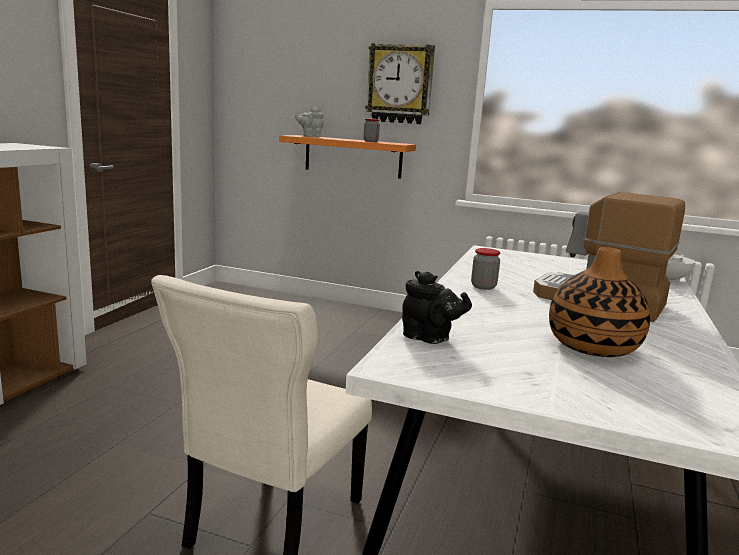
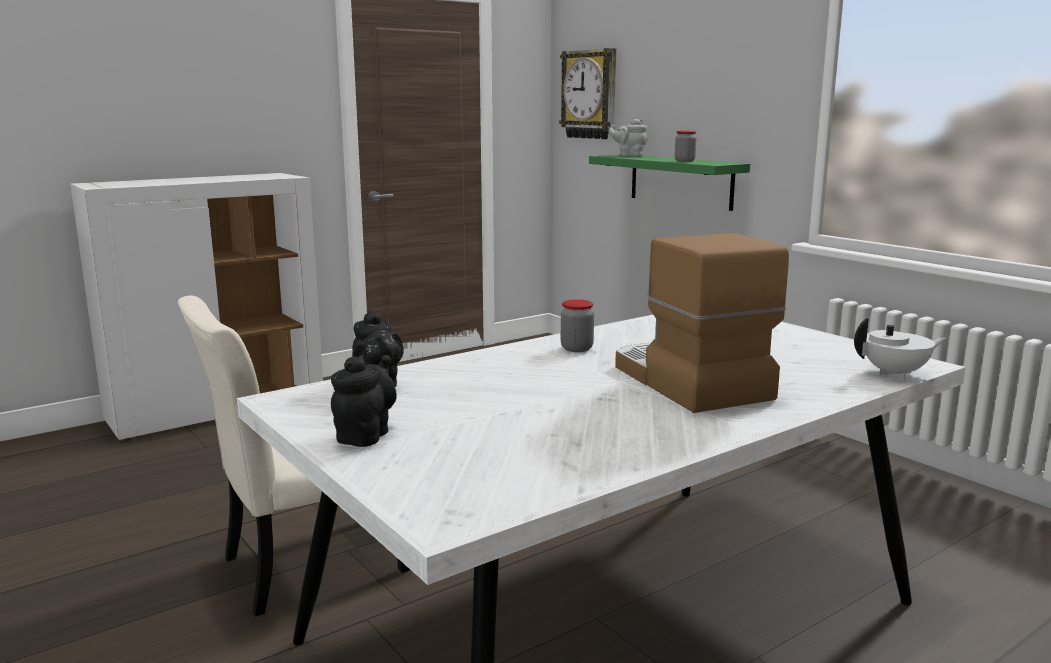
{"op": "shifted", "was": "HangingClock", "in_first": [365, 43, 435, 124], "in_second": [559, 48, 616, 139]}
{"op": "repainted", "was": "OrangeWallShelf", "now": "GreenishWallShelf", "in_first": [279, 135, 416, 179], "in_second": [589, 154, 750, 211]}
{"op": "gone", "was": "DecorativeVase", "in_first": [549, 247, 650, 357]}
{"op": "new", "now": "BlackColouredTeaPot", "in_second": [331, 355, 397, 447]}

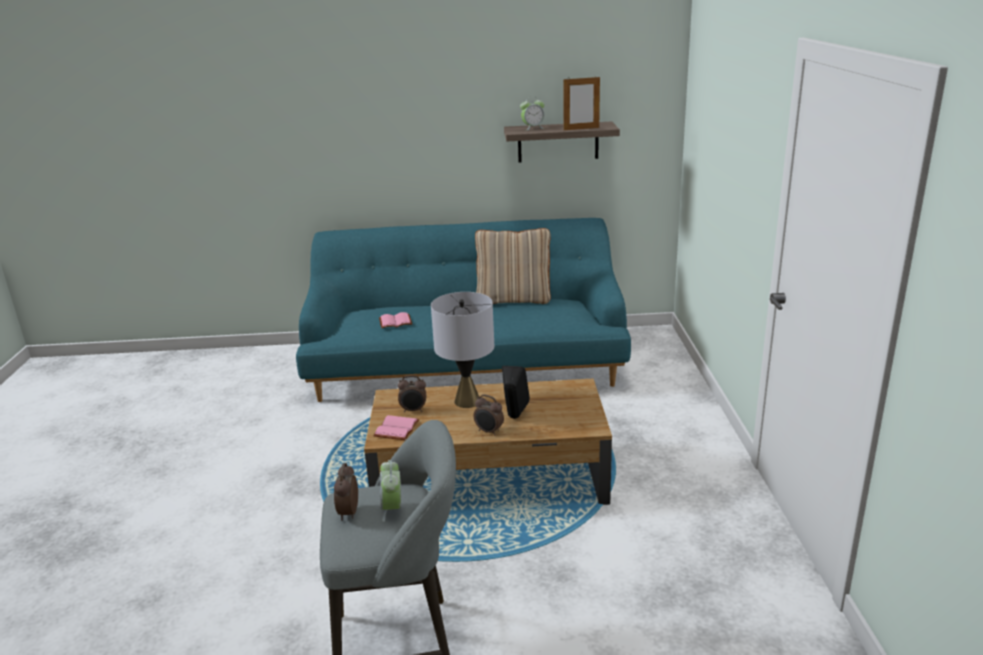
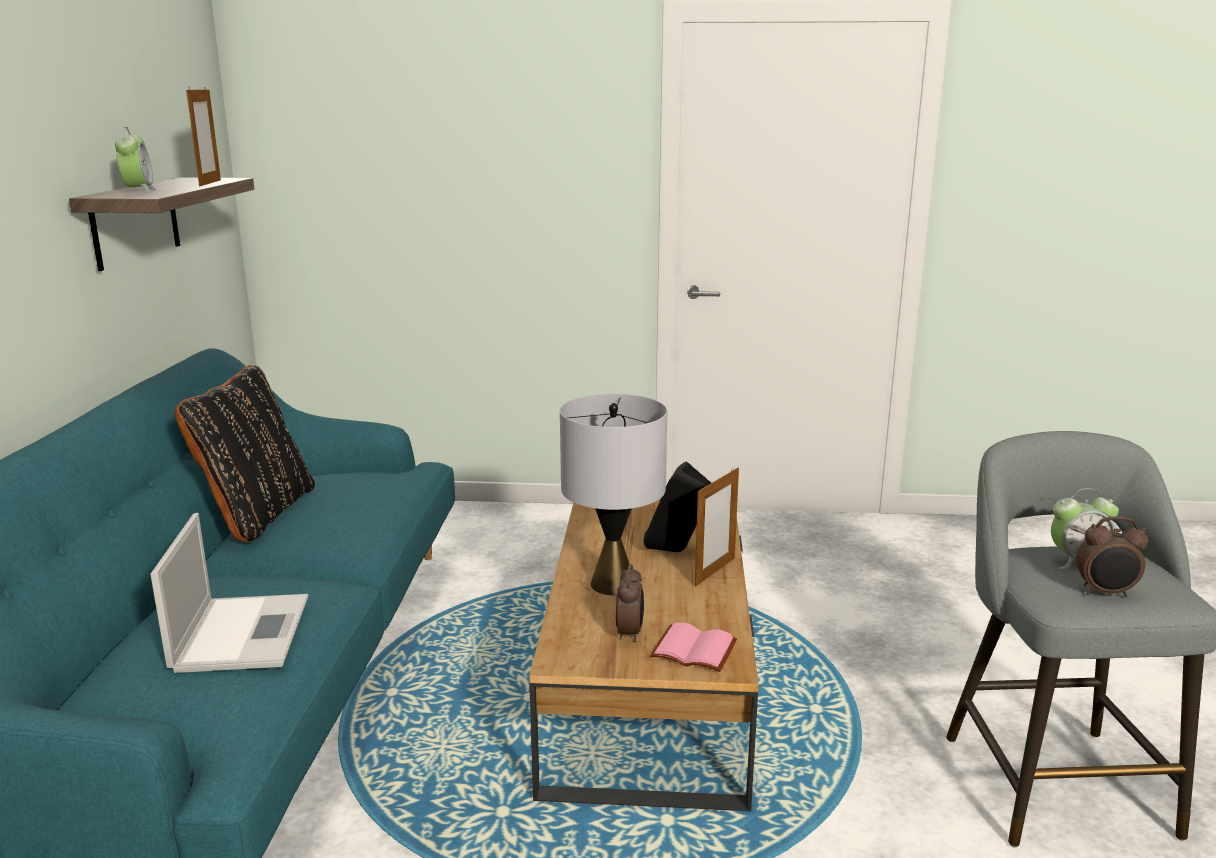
{"op": "repainted", "was": "BeigeCushion", "now": "BlackColouredCushion", "in_first": [475, 228, 551, 304], "in_second": [175, 365, 315, 543]}
{"op": "swapped", "was": "PinkColouredVolume", "now": "NotebookComputer", "in_first": [379, 312, 412, 328], "in_second": [150, 513, 308, 673]}
{"op": "swapped", "was": "BedsideClock", "now": "StandingFrame", "in_first": [474, 394, 504, 436], "in_second": [695, 467, 739, 586]}

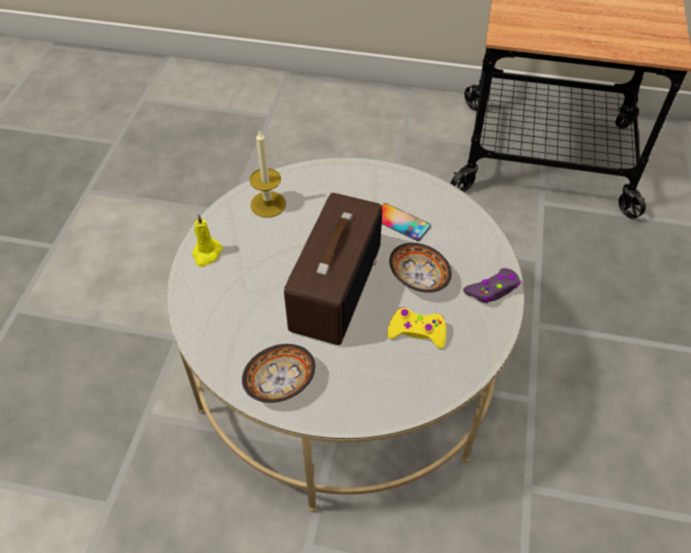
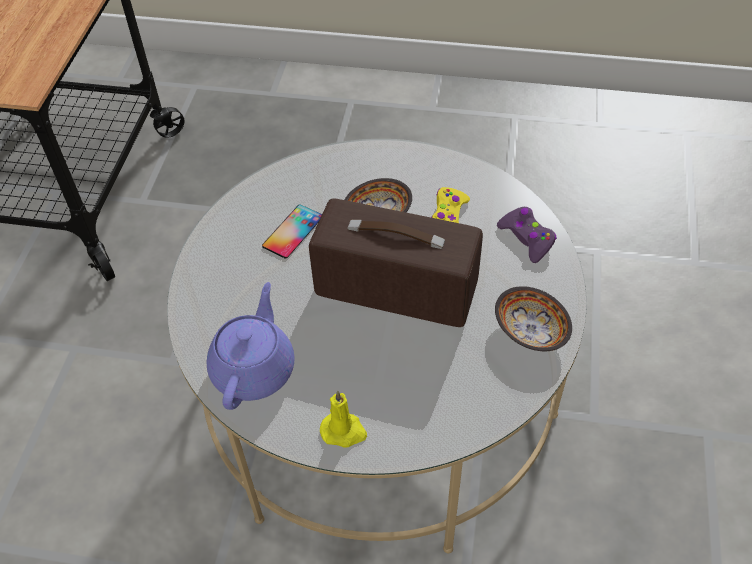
{"op": "swapped", "was": "WaxLight", "now": "PurpleColouredTeaPot", "in_first": [250, 129, 286, 218], "in_second": [207, 282, 294, 410]}
{"op": "shifted", "was": "PurpleColouredGameController", "in_first": [463, 268, 521, 303], "in_second": [497, 207, 557, 263]}

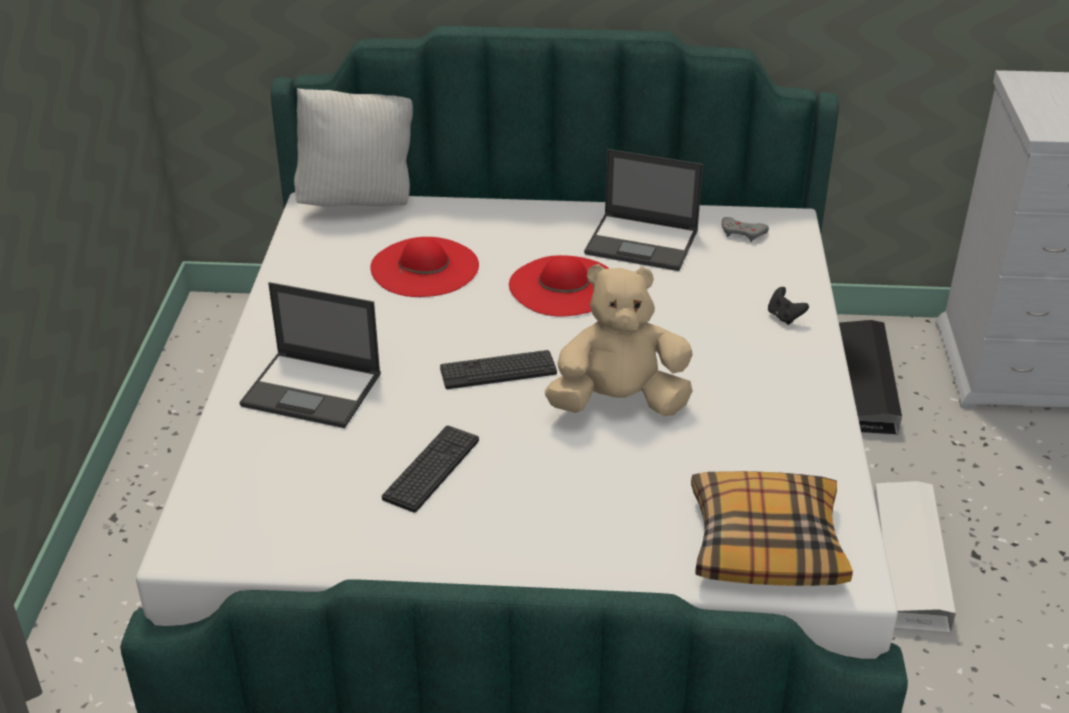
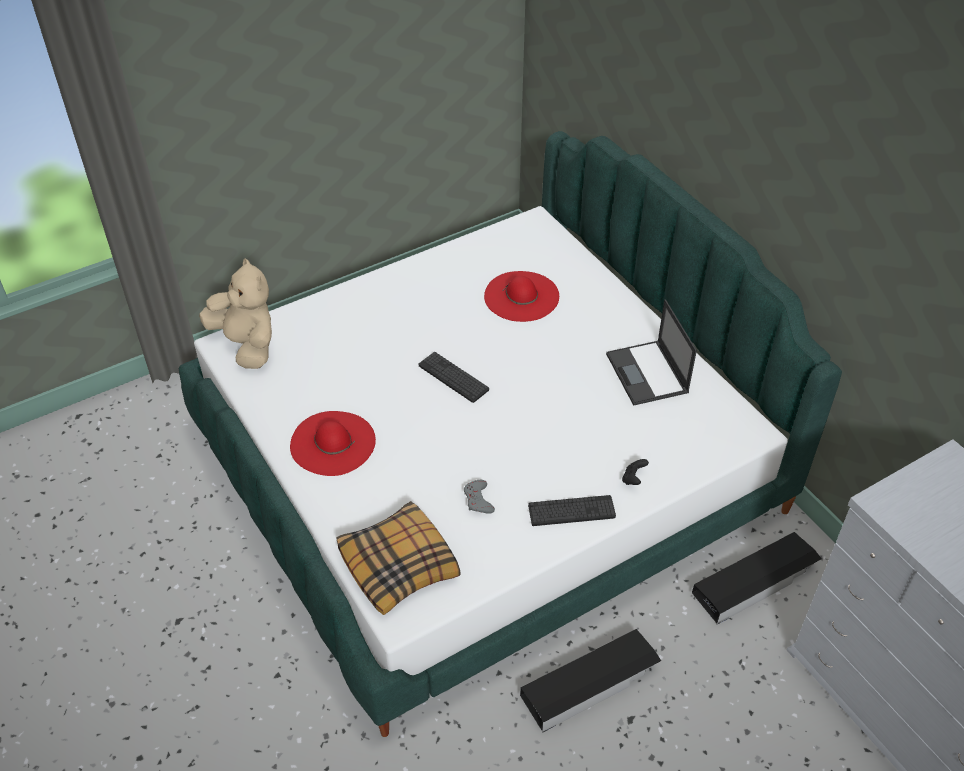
{"op": "gone", "was": "WhitishCushion", "in_first": [294, 88, 413, 207]}
{"op": "shifted", "was": "GreyGameController", "in_first": [721, 217, 769, 242], "in_second": [464, 480, 495, 514]}
{"op": "shifted", "was": "ReddishClothingHat", "in_first": [509, 255, 610, 316], "in_second": [290, 411, 376, 476]}
{"op": "shifted", "was": "BeigeSoftToy", "in_first": [545, 264, 693, 416], "in_second": [199, 258, 272, 369]}
{"op": "gone", "was": "NotebookComputer", "in_first": [239, 282, 381, 428]}
{"op": "shifted", "was": "PcKeyboard", "in_first": [382, 426, 479, 513], "in_second": [528, 495, 616, 526]}
{"op": "repainted", "was": "WhitishStorageContainer", "now": "BlackColouredStorageContainer", "in_first": [874, 481, 956, 633], "in_second": [520, 629, 661, 732]}

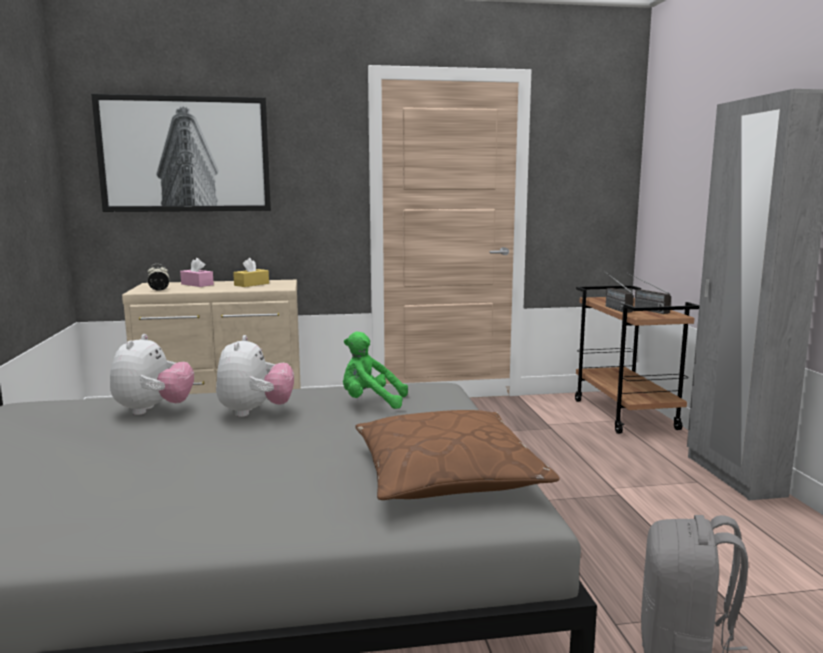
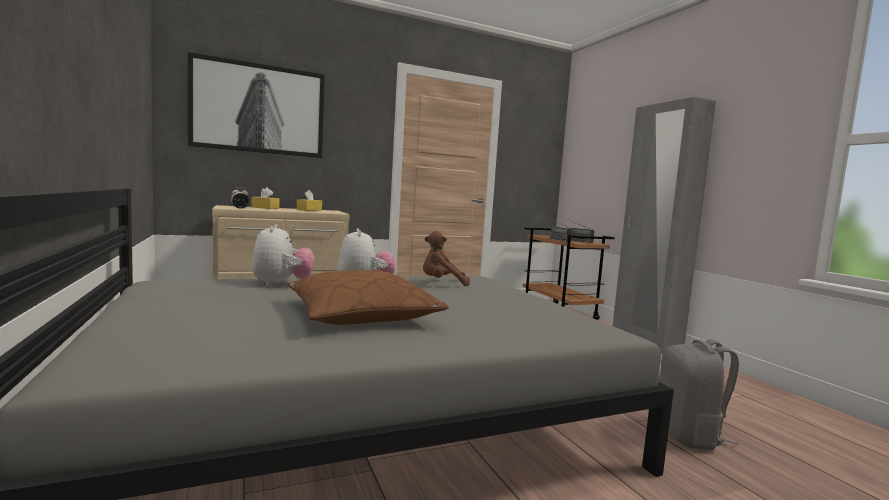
{"op": "repainted", "was": "PinkColouredTissueBox", "now": "YellowishTissueBox", "in_first": [180, 258, 214, 287], "in_second": [252, 187, 280, 209]}
{"op": "repainted", "was": "GreenishSoftToy", "now": "BrownishSoftToy", "in_first": [343, 331, 408, 409], "in_second": [423, 231, 470, 286]}
{"op": "shifted", "was": "BrownishCushion", "in_first": [355, 410, 560, 500], "in_second": [288, 270, 449, 325]}

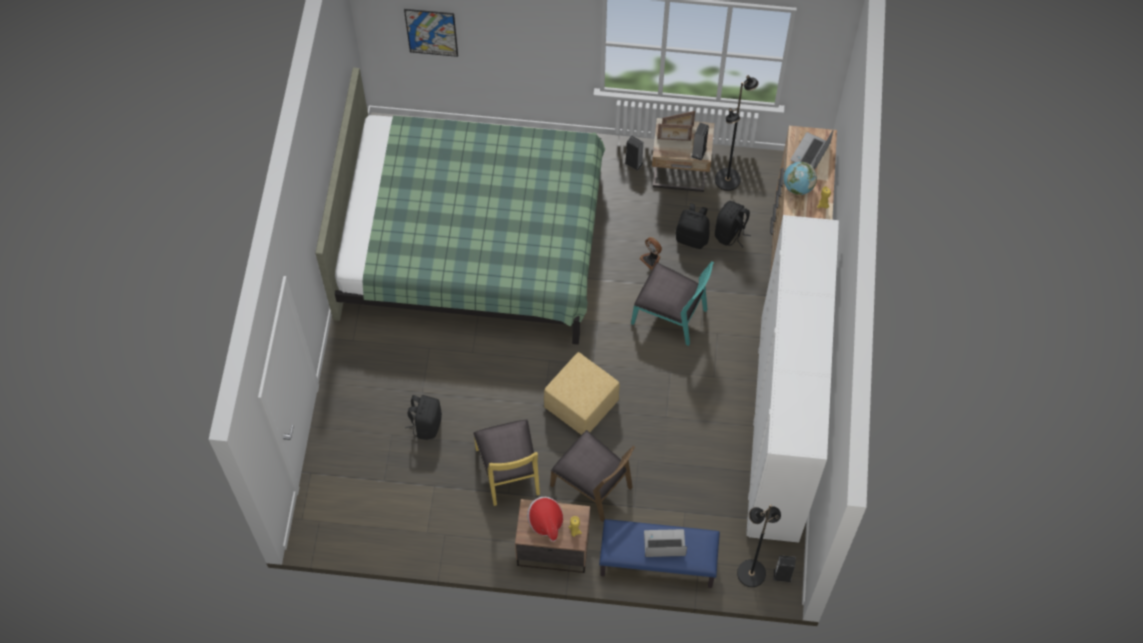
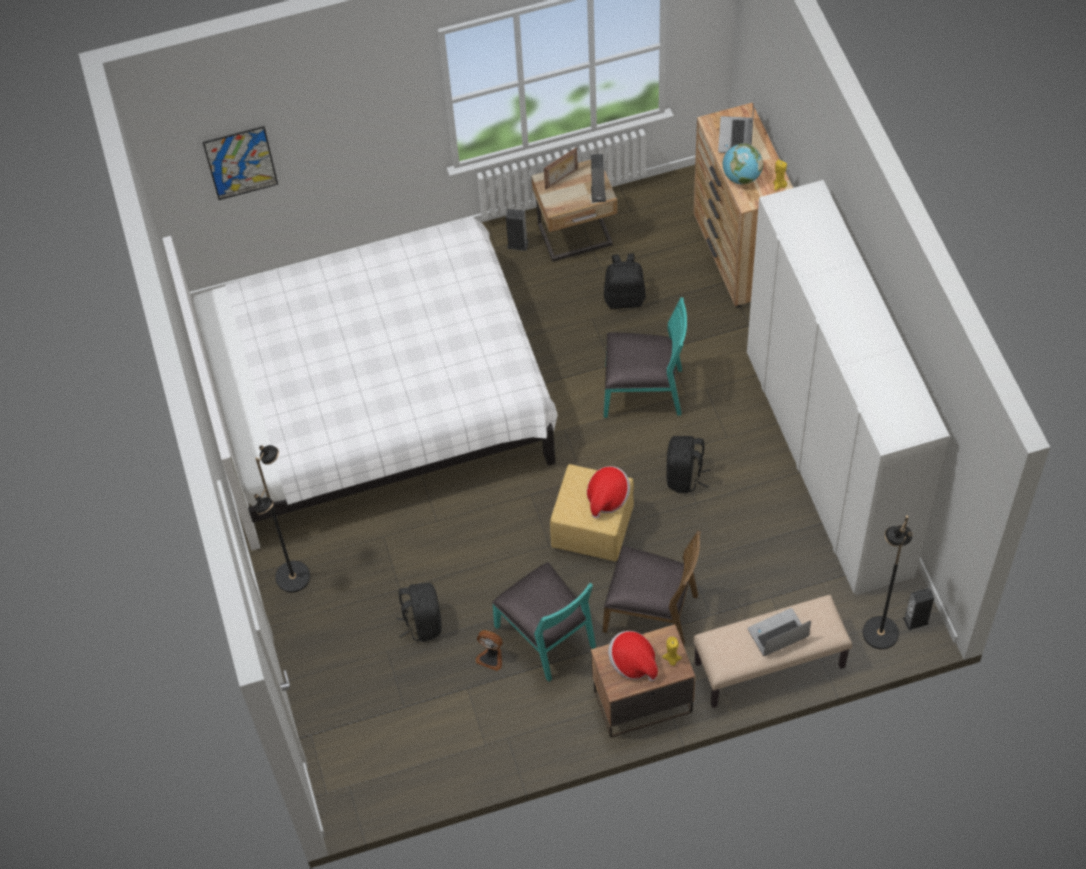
{"op": "repainted", "was": "GreenishSleepingBed", "now": "WhitishSleepingBed", "in_first": [315, 68, 605, 345], "in_second": [162, 217, 558, 551]}
{"op": "shifted", "was": "BlackColouredFloorLamp", "in_first": [715, 75, 759, 191], "in_second": [254, 445, 310, 593]}
{"op": "gone", "was": "StandingFrame", "in_first": [657, 124, 693, 141]}
{"op": "shifted", "was": "BlackColouredBackpack", "in_first": [715, 201, 751, 247], "in_second": [667, 436, 710, 493]}
{"op": "shifted", "was": "Fan", "in_first": [640, 237, 662, 270], "in_second": [475, 630, 503, 671]}
{"op": "repainted", "was": "YellowishPlainChair", "now": "TurquoisePlainChair", "in_first": [473, 419, 540, 506], "in_second": [492, 562, 596, 682]}
{"op": "repainted", "was": "BlueLongSeat", "now": "BeigeLongSeat", "in_first": [599, 519, 720, 588], "in_second": [693, 595, 852, 708]}
{"op": "new", "now": "ClothingHat", "in_second": [587, 466, 630, 519]}

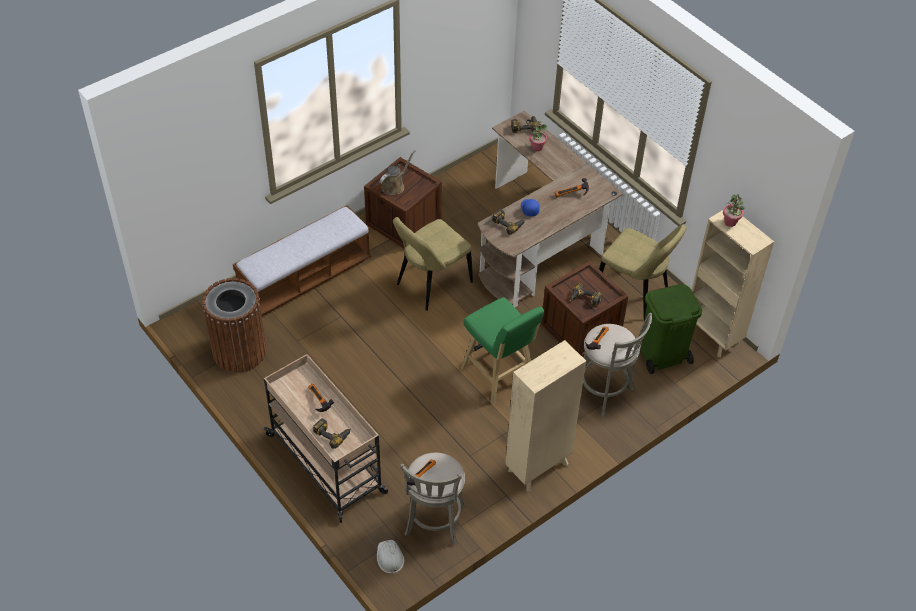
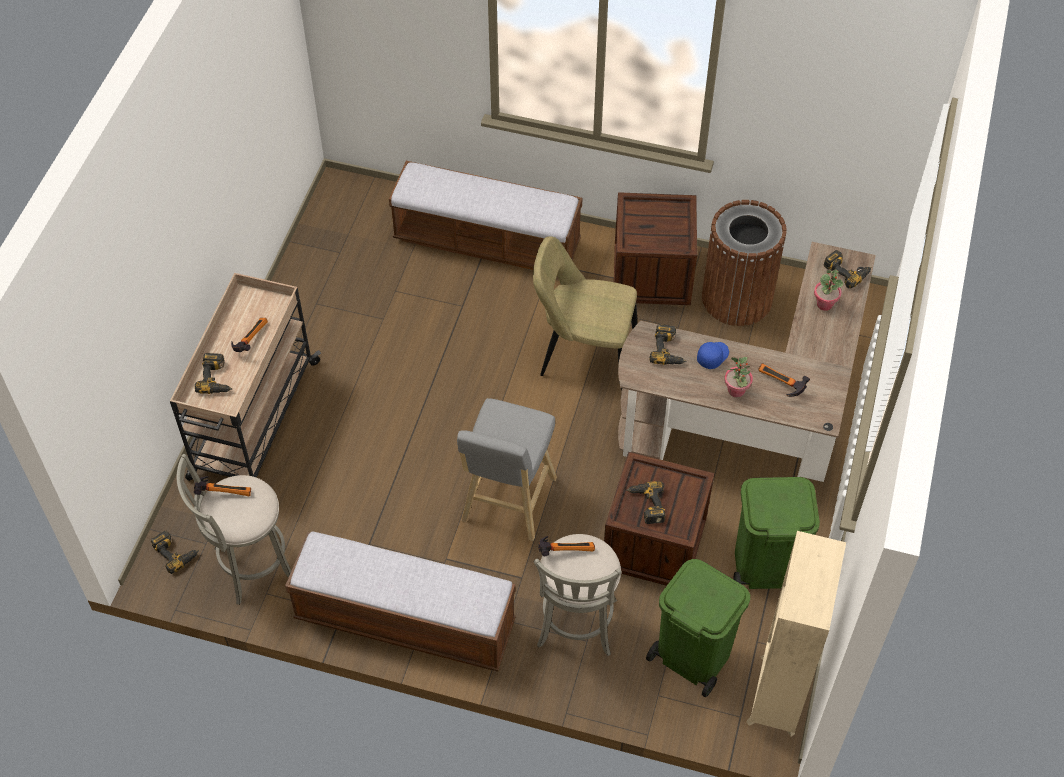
{"op": "gone", "was": "BrownishWateringPot", "in_first": [380, 150, 416, 195]}
{"op": "shifted", "was": "PlantInAPot", "in_first": [723, 194, 745, 227], "in_second": [724, 357, 753, 398]}
{"op": "swapped", "was": "BeigePlainChair", "now": "GreenishTrashCan", "in_first": [599, 224, 687, 320], "in_second": [733, 477, 820, 589]}
{"op": "shifted", "was": "BrownishTrashCan", "in_first": [202, 278, 266, 373], "in_second": [702, 200, 787, 326]}
{"op": "repainted", "was": "GreenishSittingStool", "now": "GreySittingStool", "in_first": [461, 297, 544, 403], "in_second": [457, 398, 557, 541]}
{"op": "swapped", "was": "BeigeBookcase", "now": "LongSeat", "in_first": [505, 340, 586, 492], "in_second": [285, 532, 516, 671]}
{"op": "swapped", "was": "WhitishHardHat", "now": "ElectricDrill", "in_first": [377, 540, 404, 575], "in_second": [151, 531, 199, 574]}

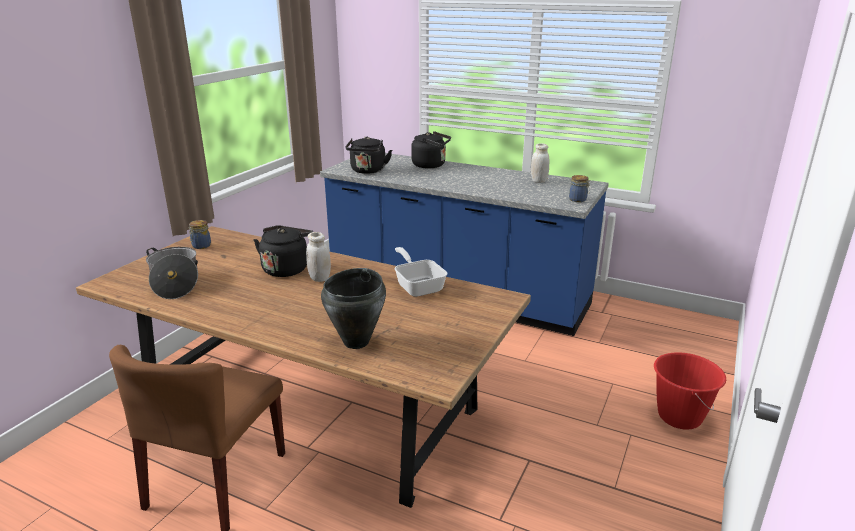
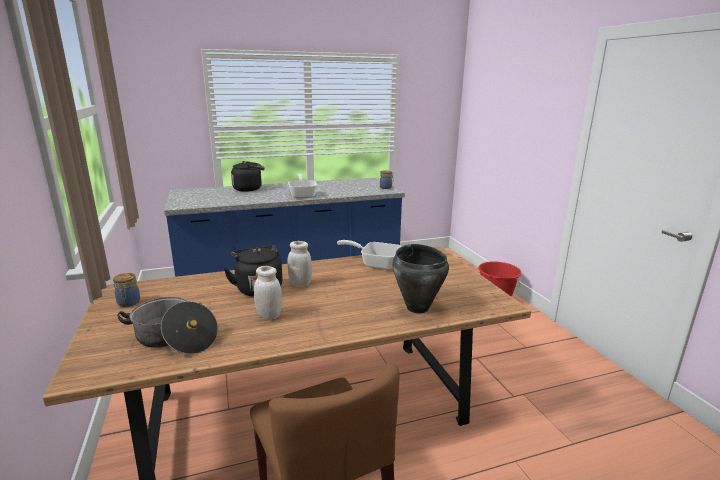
{"op": "gone", "was": "BlackColouredKettle", "in_first": [345, 137, 392, 174]}
{"op": "shifted", "was": "WhitishStorageJar", "in_first": [531, 143, 549, 183], "in_second": [254, 266, 282, 320]}
{"op": "new", "now": "FryingPan", "in_second": [288, 174, 317, 198]}

